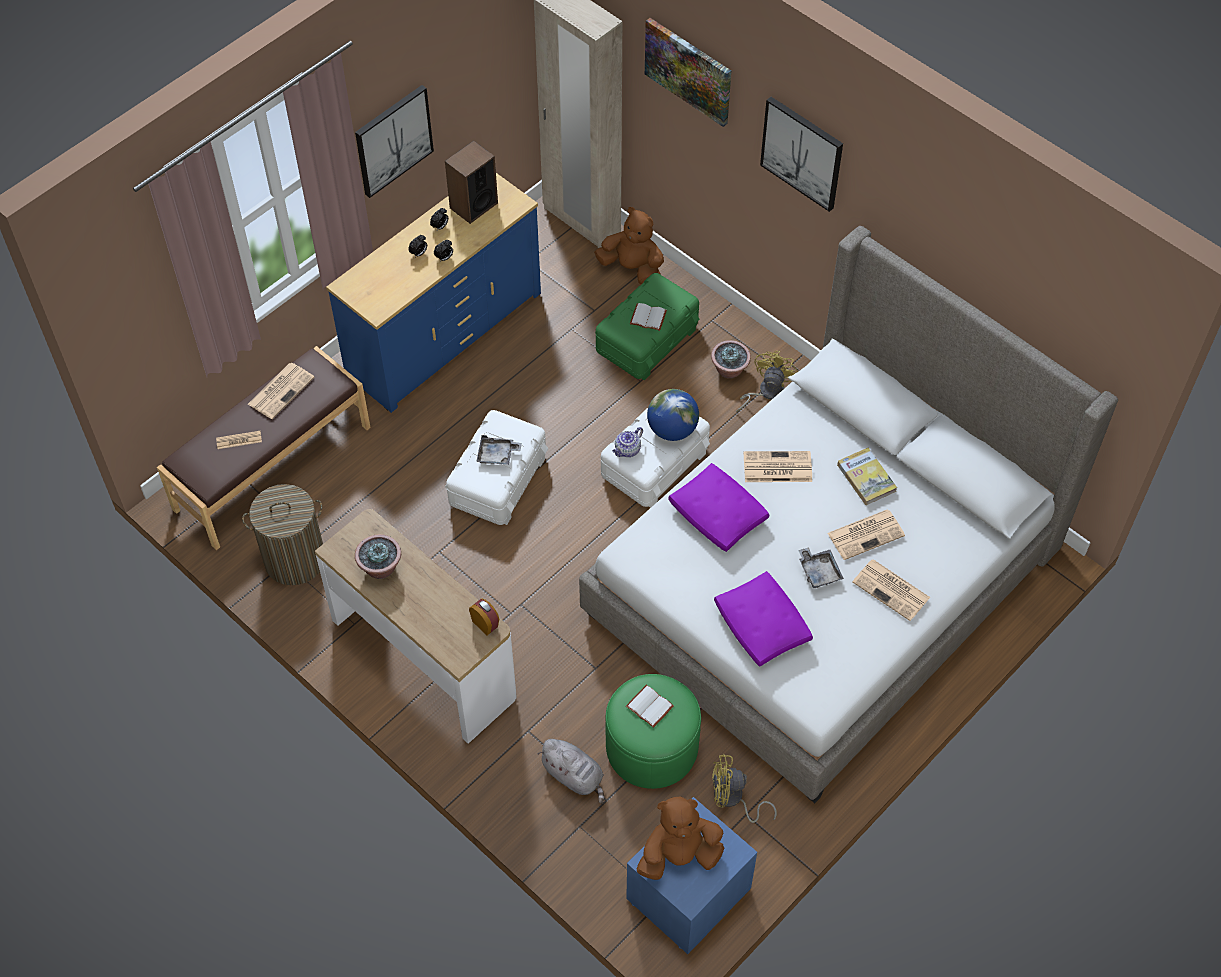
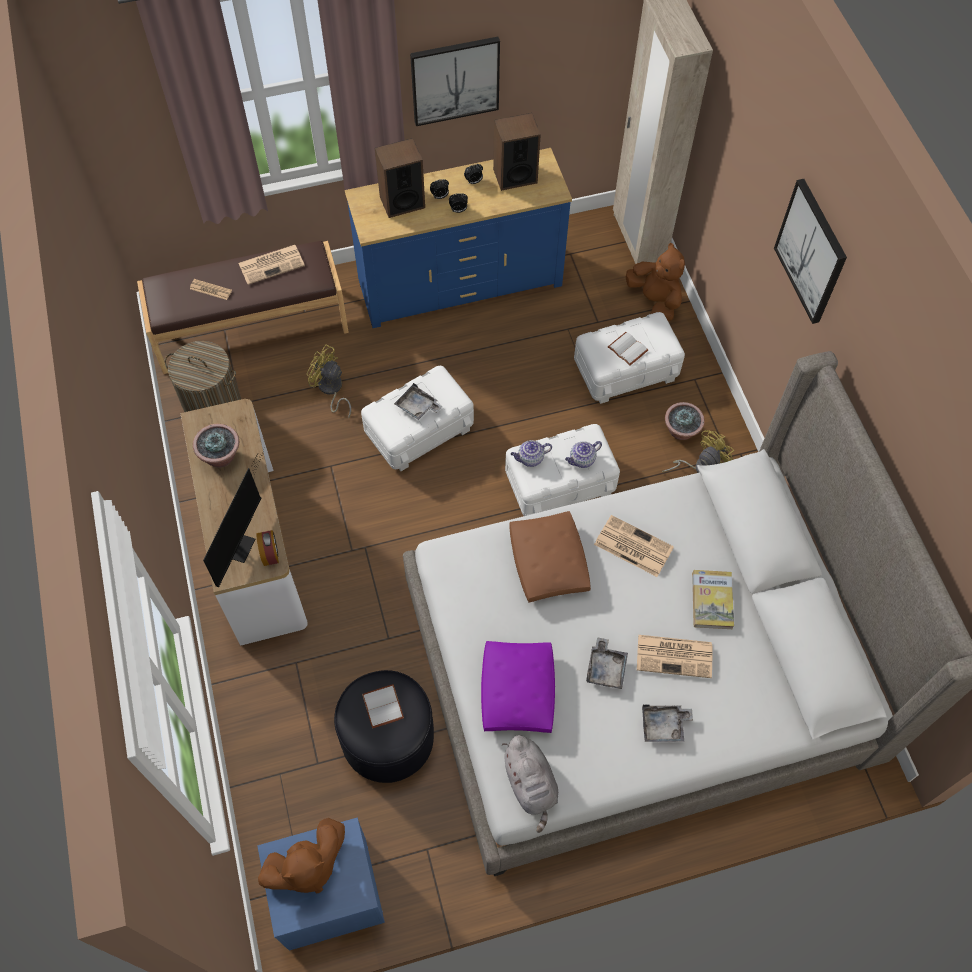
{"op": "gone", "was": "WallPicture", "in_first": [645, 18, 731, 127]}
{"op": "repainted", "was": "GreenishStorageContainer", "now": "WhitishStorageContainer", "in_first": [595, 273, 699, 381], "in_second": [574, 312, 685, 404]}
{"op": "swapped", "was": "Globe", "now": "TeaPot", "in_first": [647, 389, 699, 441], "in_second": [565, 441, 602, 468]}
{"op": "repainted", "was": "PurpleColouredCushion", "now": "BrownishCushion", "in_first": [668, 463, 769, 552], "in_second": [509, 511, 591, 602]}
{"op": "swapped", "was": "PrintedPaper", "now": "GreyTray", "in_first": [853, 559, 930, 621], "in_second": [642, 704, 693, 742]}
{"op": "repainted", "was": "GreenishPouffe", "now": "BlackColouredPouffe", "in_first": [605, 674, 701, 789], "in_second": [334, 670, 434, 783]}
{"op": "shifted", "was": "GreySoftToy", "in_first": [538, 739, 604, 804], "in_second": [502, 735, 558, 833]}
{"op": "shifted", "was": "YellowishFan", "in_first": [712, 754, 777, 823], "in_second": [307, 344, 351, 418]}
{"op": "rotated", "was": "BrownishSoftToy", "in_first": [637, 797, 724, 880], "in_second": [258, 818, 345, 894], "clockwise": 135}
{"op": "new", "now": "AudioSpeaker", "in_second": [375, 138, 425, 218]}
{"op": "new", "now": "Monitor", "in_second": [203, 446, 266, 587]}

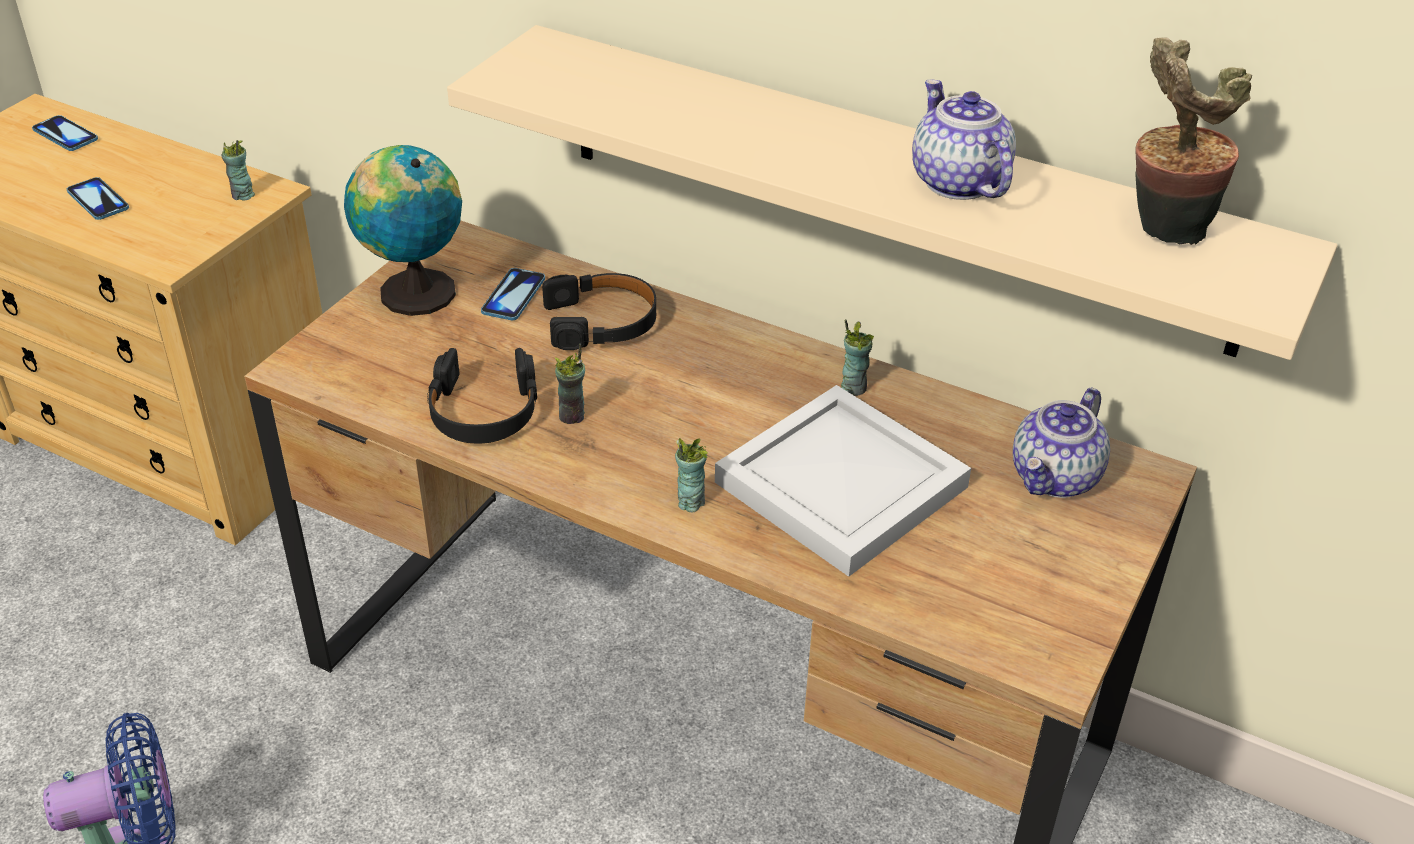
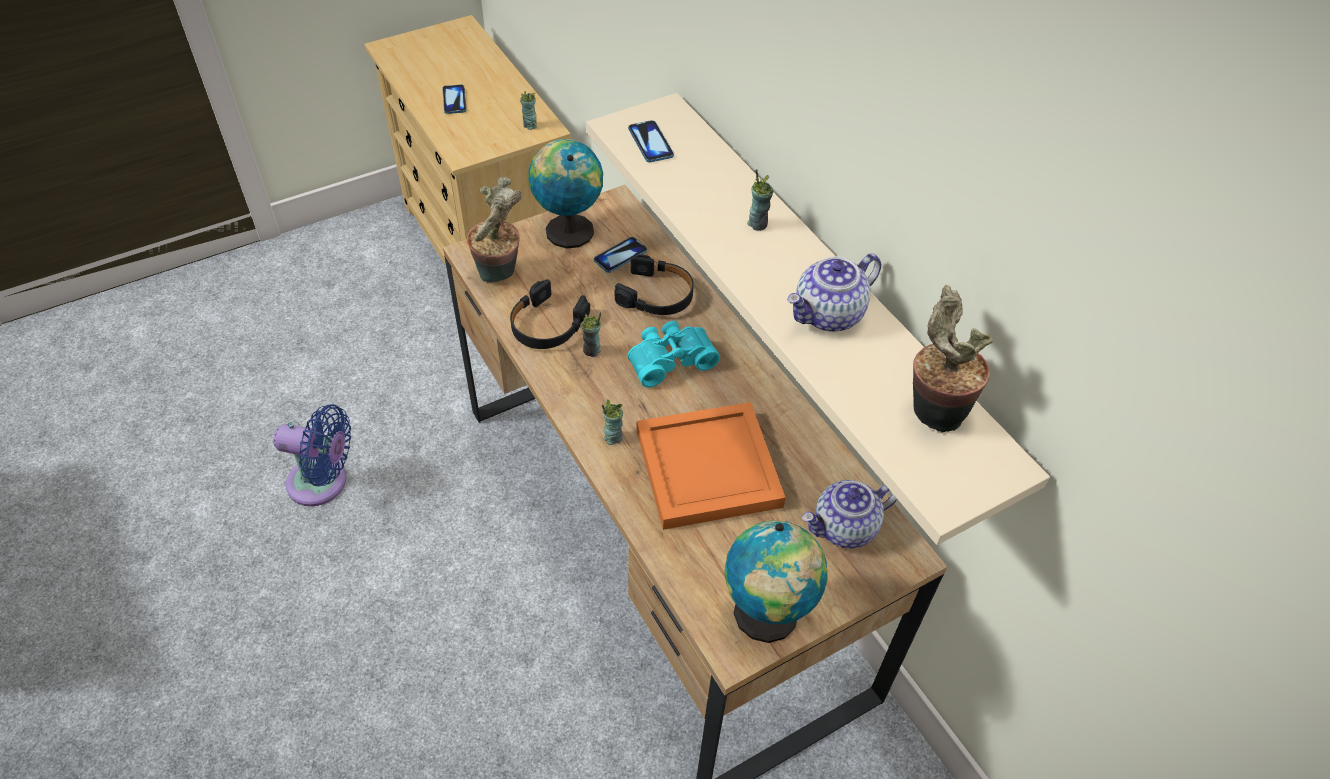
{"op": "rotated", "was": "TeaPot", "in_first": [912, 79, 1016, 200], "in_second": [787, 253, 881, 332], "clockwise": -135}
{"op": "shifted", "was": "Telephone", "in_first": [32, 115, 98, 151], "in_second": [628, 120, 674, 162]}
{"op": "shifted", "was": "SmallCup", "in_first": [841, 319, 874, 396], "in_second": [747, 169, 773, 231]}
{"op": "repainted", "was": "WhitishTray", "now": "OrangeTray", "in_first": [715, 385, 971, 577], "in_second": [637, 402, 786, 530]}
{"op": "new", "now": "PlantInAPot", "in_second": [467, 177, 521, 282]}
{"op": "new", "now": "TurquoiseBinoculars", "in_second": [628, 321, 720, 387]}
{"op": "new", "now": "Globe", "in_second": [725, 520, 827, 643]}

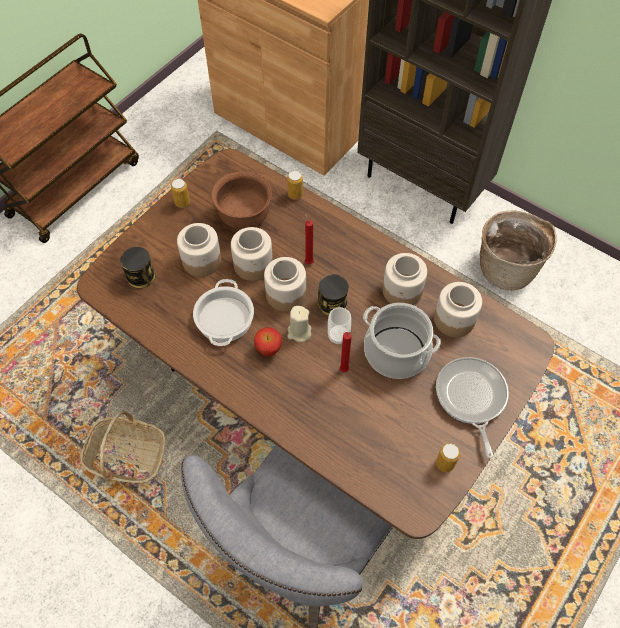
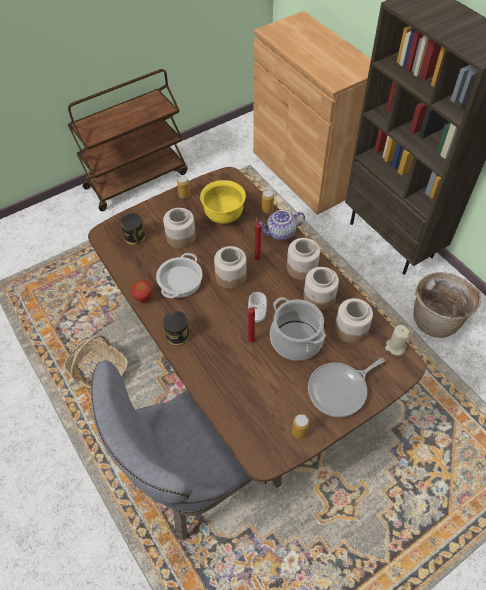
{"op": "repainted", "was": "BrownishDeepDish", "now": "YellowishDeepDish", "in_first": [211, 171, 272, 229], "in_second": [200, 180, 246, 224]}
{"op": "shifted", "was": "StorageJar", "in_first": [231, 227, 273, 281], "in_second": [287, 238, 320, 280]}
{"op": "shifted", "was": "Can", "in_first": [318, 274, 349, 316], "in_second": [163, 311, 190, 346]}
{"op": "shifted", "was": "BeigeWaxLight", "in_first": [287, 306, 311, 342], "in_second": [385, 325, 410, 356]}
{"op": "shifted", "was": "Apple", "in_first": [254, 327, 282, 357], "in_second": [131, 280, 152, 303]}
{"op": "rotated", "was": "FryingPan", "in_first": [436, 357, 509, 458], "in_second": [308, 358, 385, 417], "clockwise": -135}
{"op": "new", "now": "TeaPot", "in_second": [259, 210, 305, 241]}

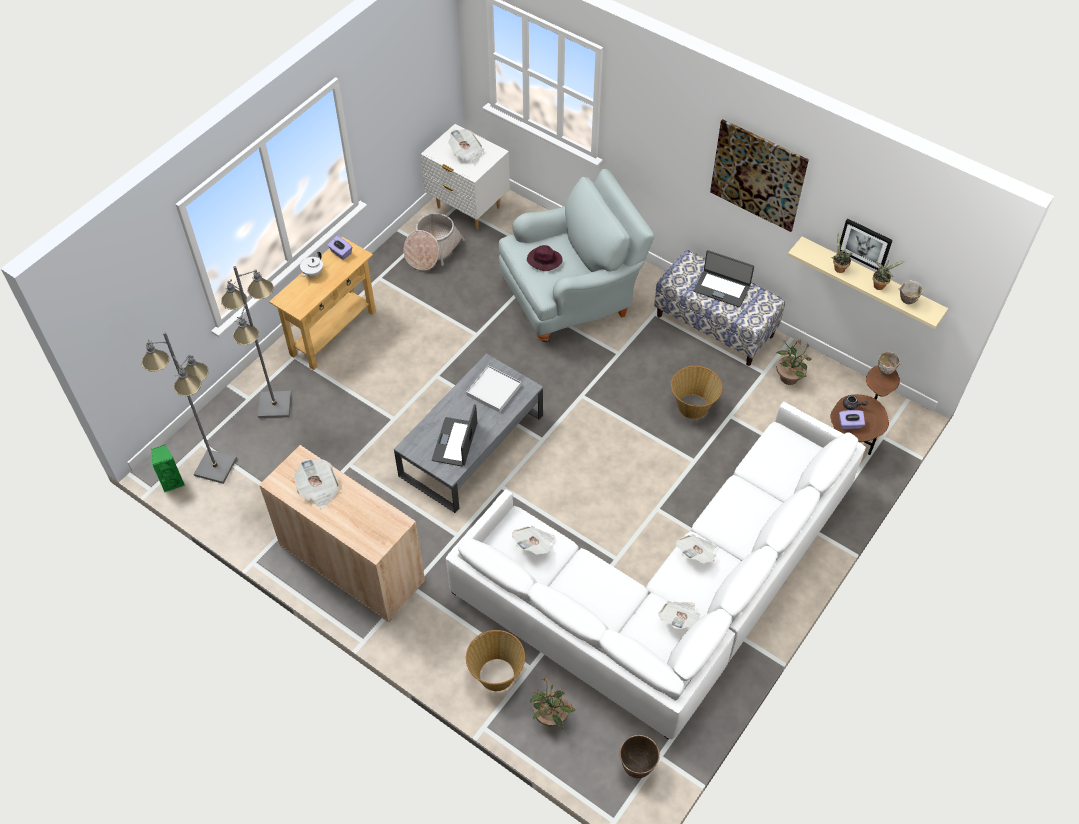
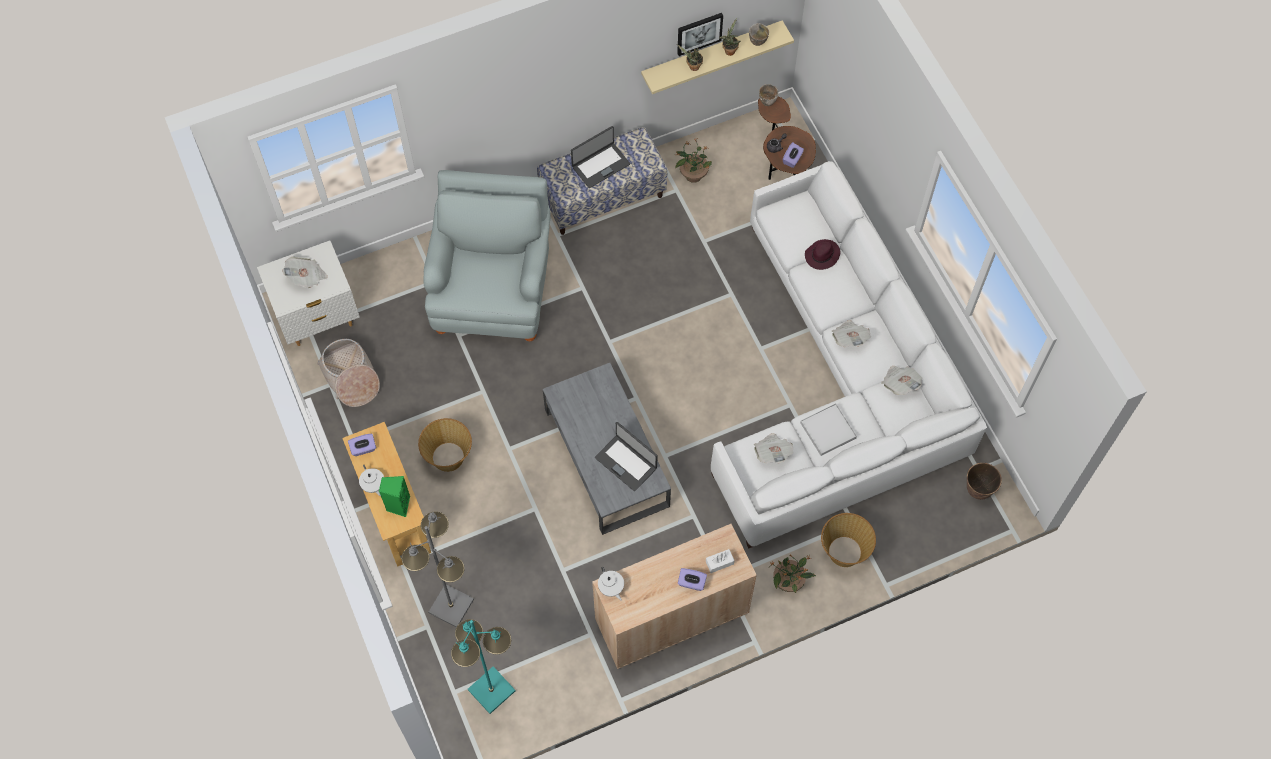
{"op": "gone", "was": "WallPicture", "in_first": [710, 119, 809, 232]}
{"op": "shifted", "was": "PurpleColouredClothingHat", "in_first": [527, 245, 563, 271], "in_second": [805, 239, 841, 270]}
{"op": "repainted", "was": "GreyFloorLamp", "now": "TurquoiseFloorLamp", "in_first": [142, 332, 237, 484], "in_second": [451, 619, 516, 714]}
{"op": "shifted", "was": "WhitishTray", "in_first": [466, 365, 521, 413], "in_second": [800, 403, 857, 456]}
{"op": "shifted", "was": "Basket", "in_first": [671, 366, 722, 419], "in_second": [418, 418, 472, 472]}
{"op": "shifted", "was": "GreenishAudioSpeaker", "in_first": [151, 445, 185, 493], "in_second": [379, 476, 410, 517]}
{"op": "gone", "was": "PrintedPaper", "in_first": [294, 458, 340, 508]}
{"op": "shifted", "was": "PlantInAPot", "in_first": [530, 677, 575, 730], "in_second": [770, 554, 816, 593]}
{"op": "new", "now": "WhitishTissueBox", "in_second": [706, 549, 735, 573]}
{"op": "new", "now": "WhitishTeaPot", "in_second": [598, 567, 624, 601]}
{"op": "new", "now": "PurpleColouredTissueBox", "in_second": [678, 568, 707, 591]}

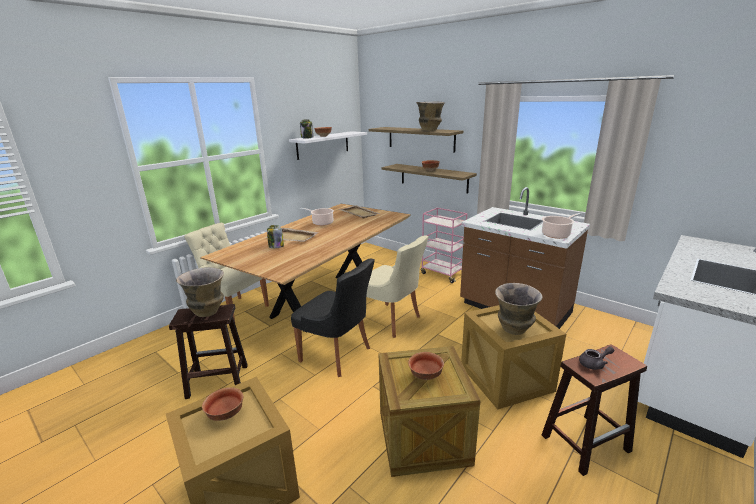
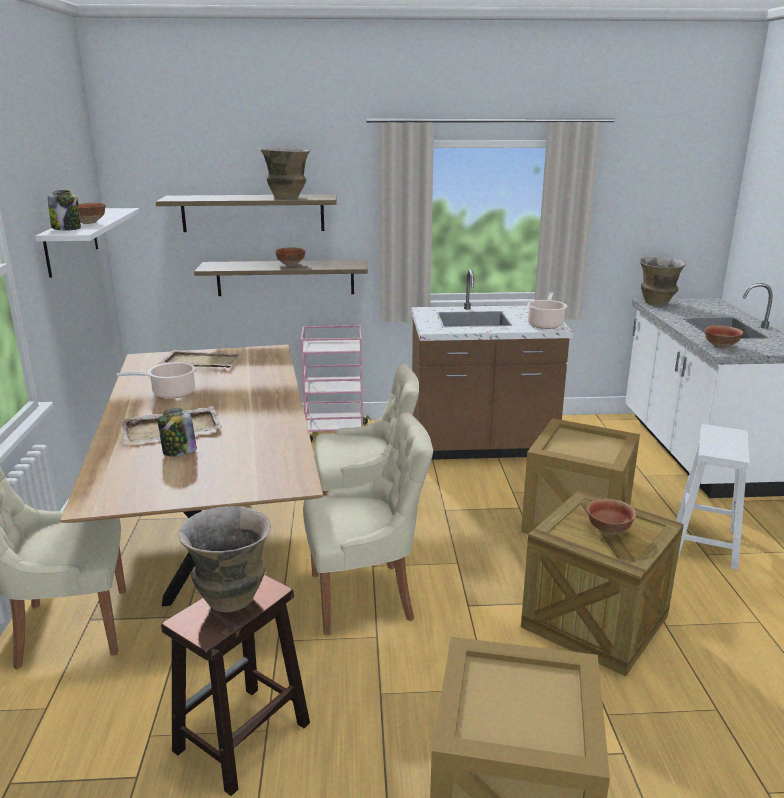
{"op": "repainted", "was": "BlackColouredPlainChair", "now": "BeigePlainChair", "in_first": [291, 259, 375, 377], "in_second": [303, 413, 433, 635]}
{"op": "shifted", "was": "DecorativeVase", "in_first": [495, 283, 542, 335], "in_second": [639, 257, 686, 306]}
{"op": "repainted", "was": "BrownishSittingStool", "now": "WhitishSittingStool", "in_first": [542, 344, 647, 476], "in_second": [676, 424, 750, 570]}
{"op": "gone", "was": "GreyTeaPot", "in_first": [579, 346, 614, 370]}
{"op": "shifted", "was": "DeepDish", "in_first": [202, 387, 243, 421], "in_second": [705, 325, 743, 349]}

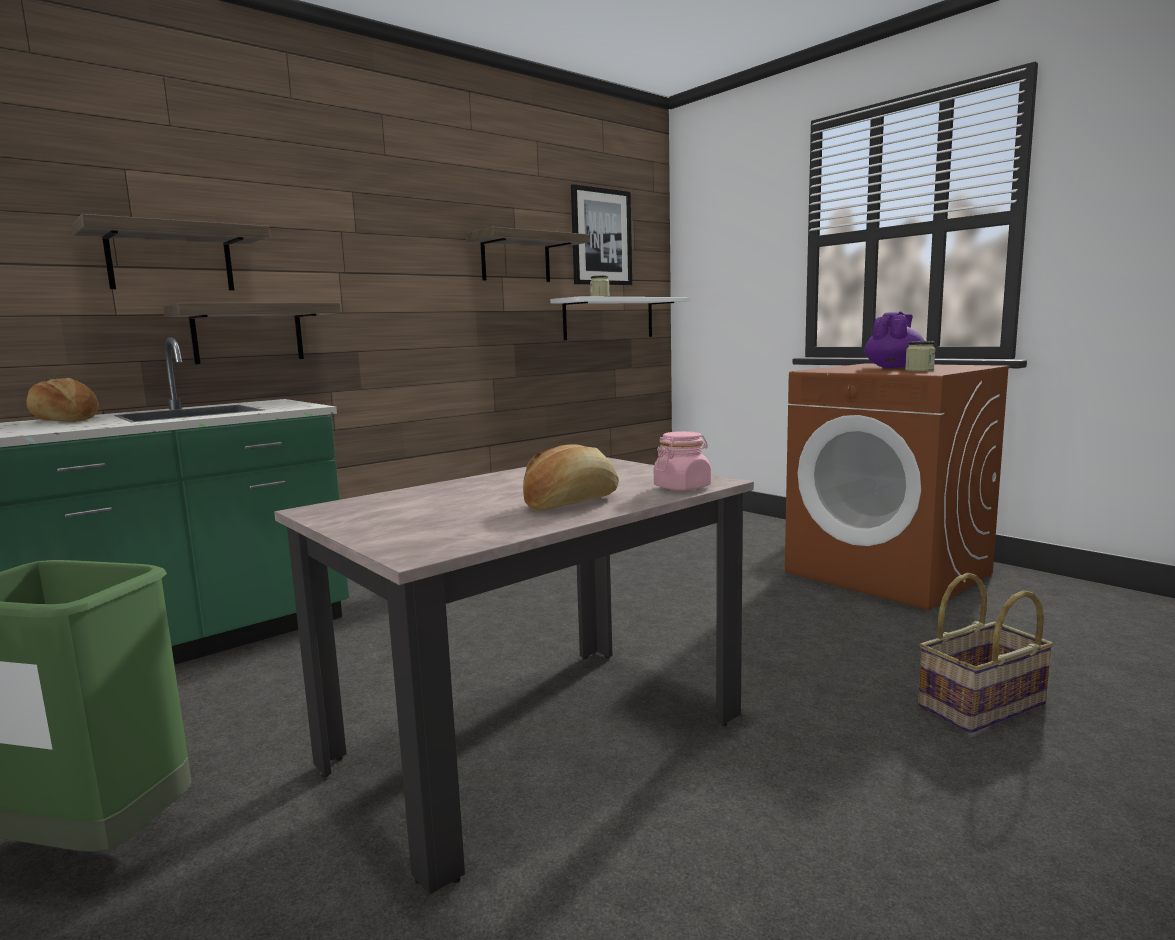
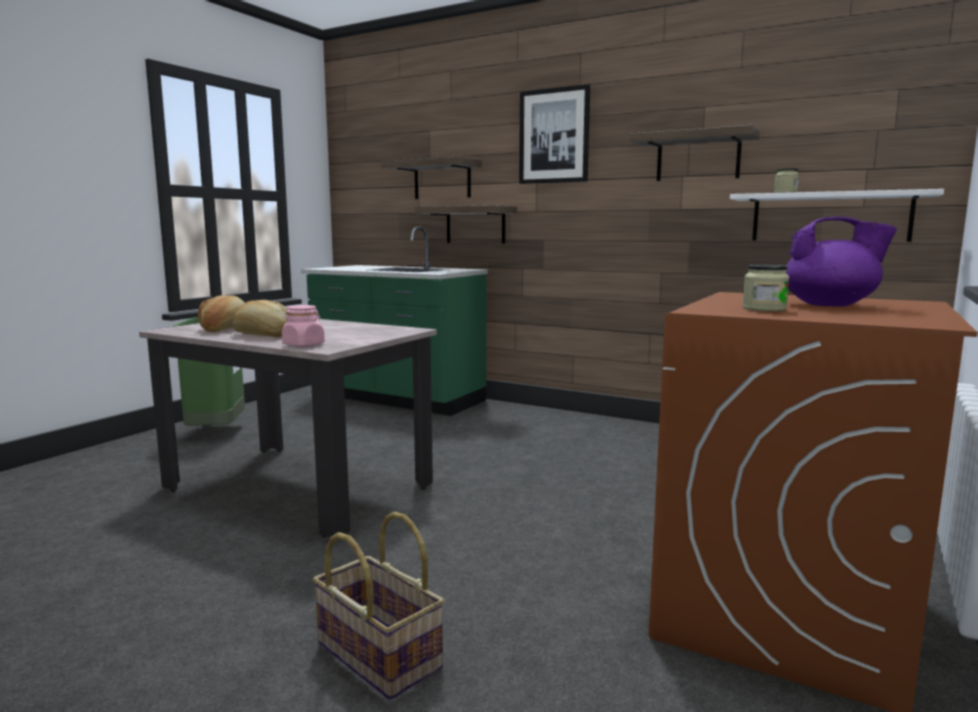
{"op": "shifted", "was": "WallPicture", "in_first": [571, 184, 632, 285], "in_second": [519, 84, 590, 184]}
{"op": "shifted", "was": "Bread", "in_first": [26, 378, 99, 422], "in_second": [198, 295, 245, 332]}

